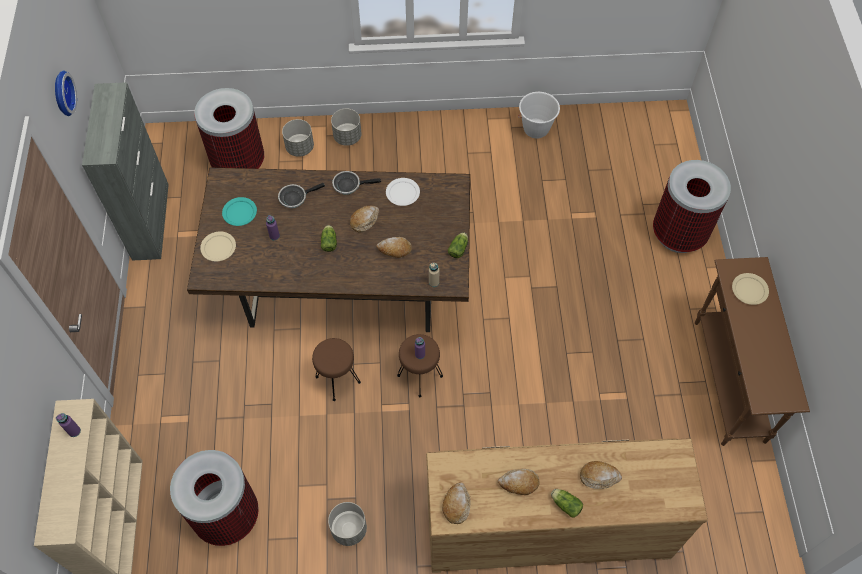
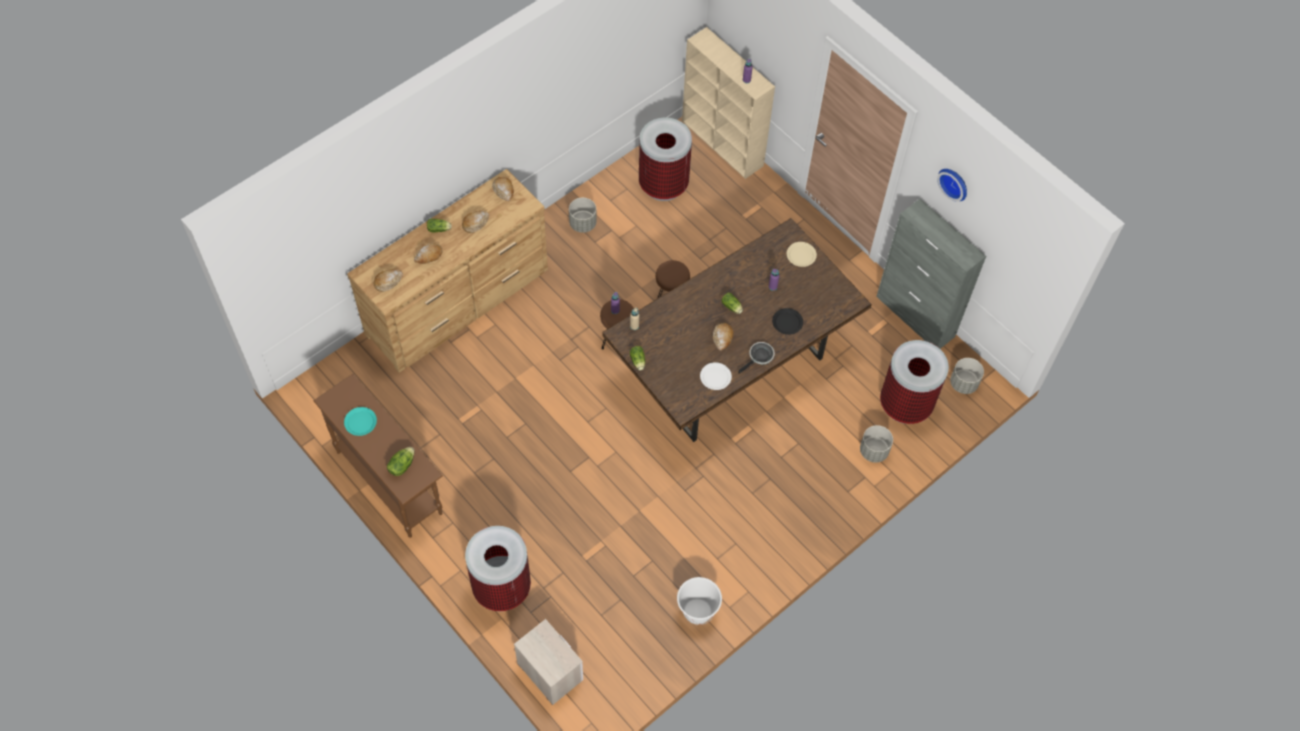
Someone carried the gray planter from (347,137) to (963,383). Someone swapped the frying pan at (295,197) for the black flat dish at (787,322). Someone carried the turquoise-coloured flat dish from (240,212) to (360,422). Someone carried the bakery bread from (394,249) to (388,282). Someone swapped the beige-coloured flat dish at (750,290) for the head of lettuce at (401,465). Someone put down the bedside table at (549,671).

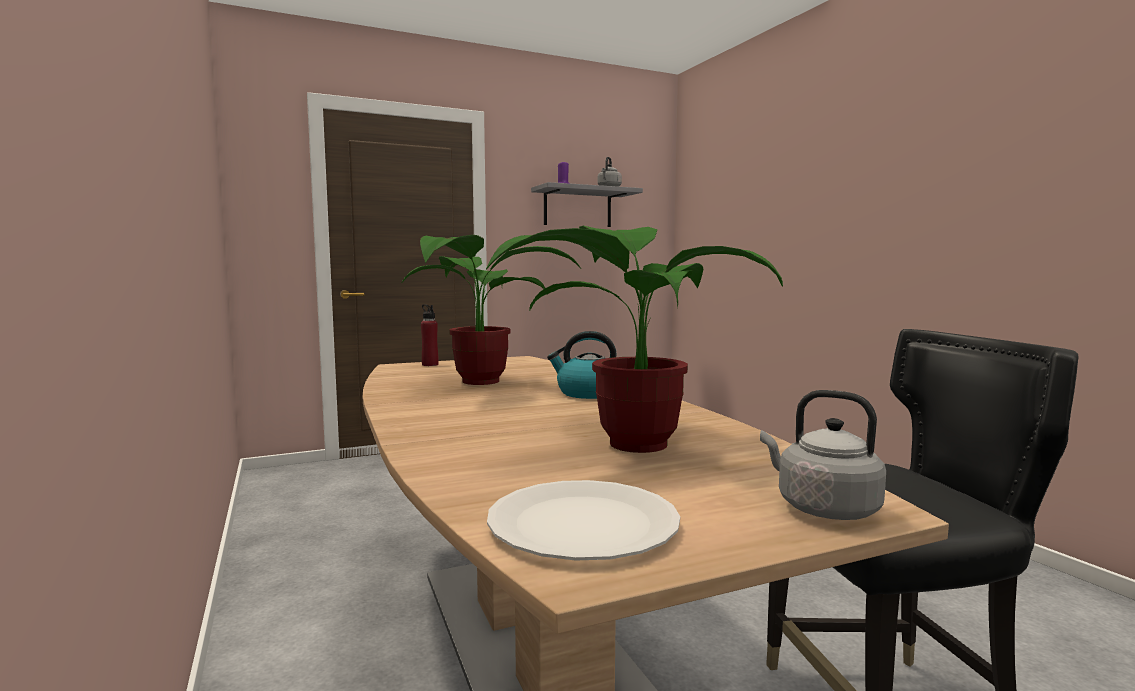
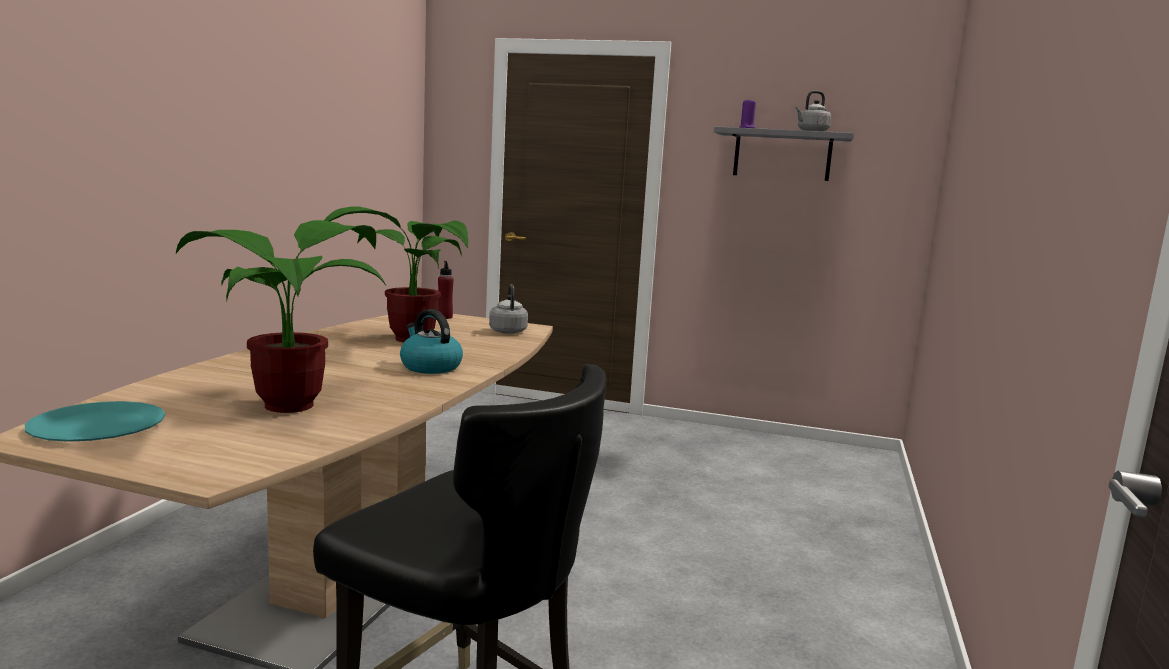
Someone carried the gray tea kettle from (822,508) to (508,331). Someone repainted the whitish flat dish at (583,523), which became the turquoise-coloured flat dish at (97,426).

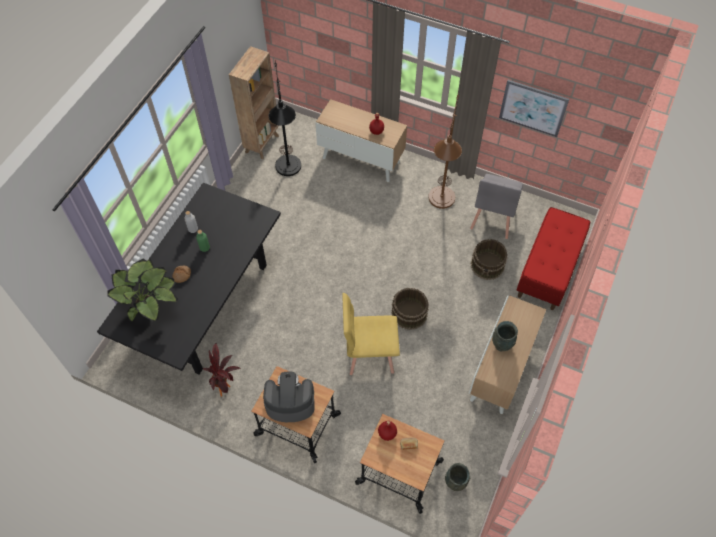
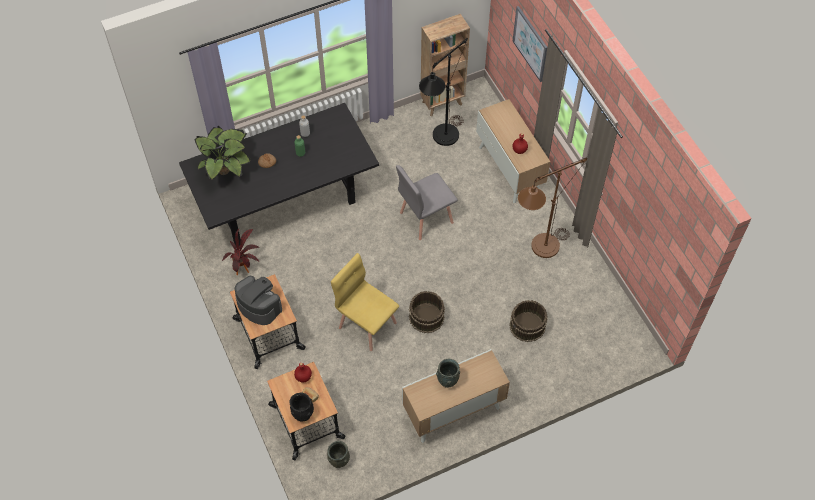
Someone carried the wall picture from (533,108) to (530,43). Someone carried the gray upright chair from (492,219) to (425,217). Someone took away the red indoor bench at (548,270). Someone put down the black vase at (303,414).

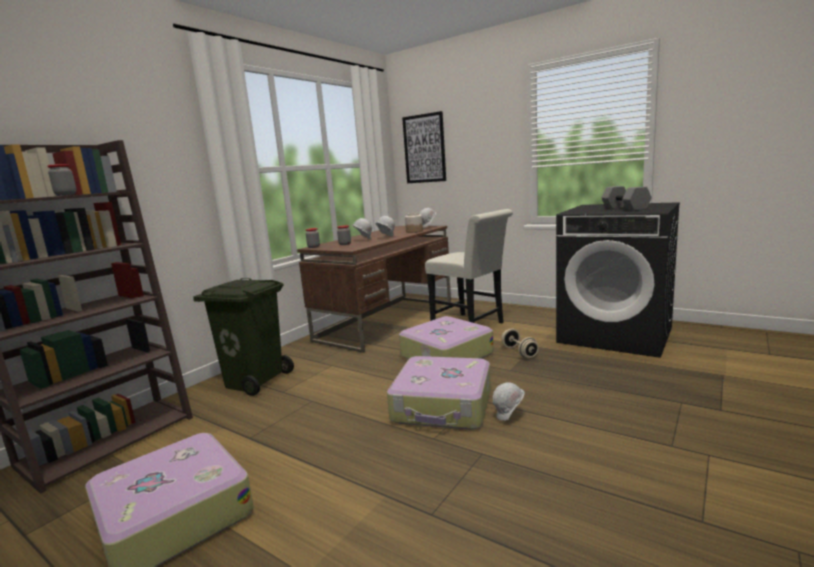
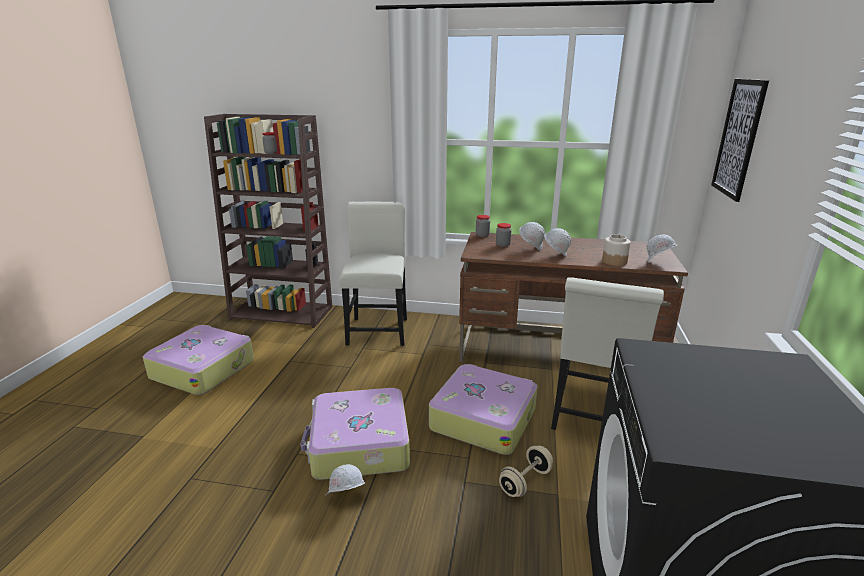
Someone took away the gray hand weight at (626,208). Someone swapped the green-coloured trash can at (255,380) for the whitish upright chair at (378,328).

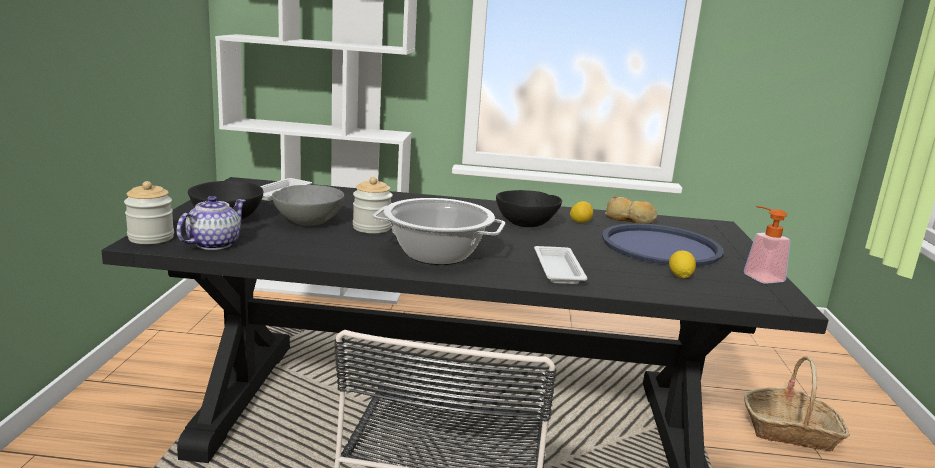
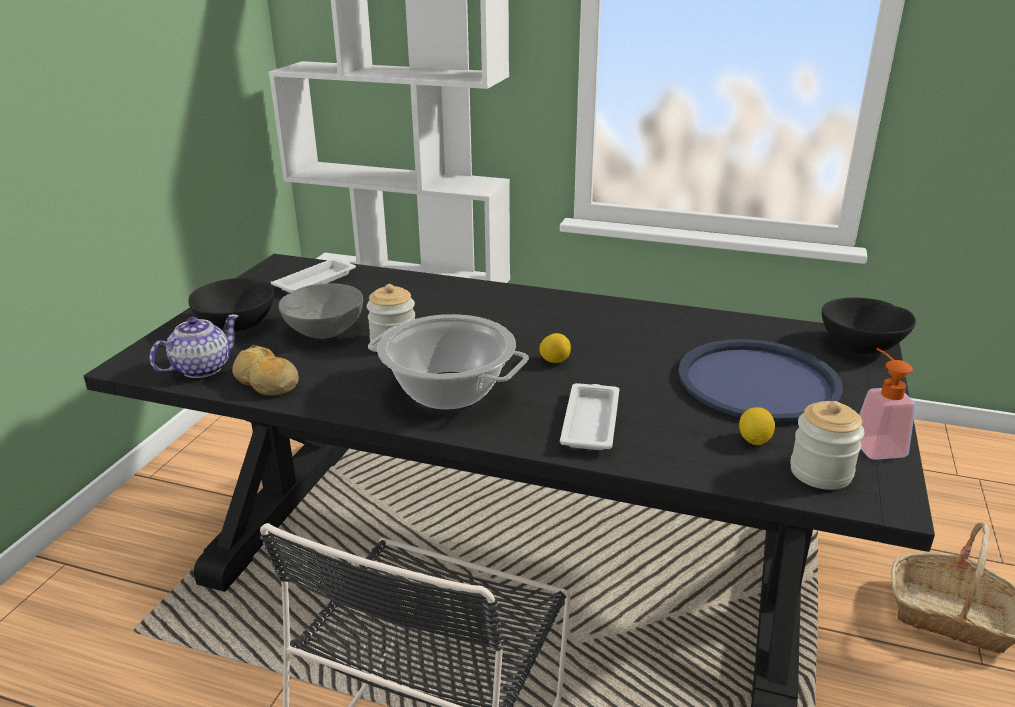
Someone carried the storage jar from (151,238) to (820,472). Someone carried the black deep dish from (526,223) to (861,346). Someone carried the bakery bread from (630,219) to (267,382). Someone carried the citrus fruit from (580,222) to (554,361).

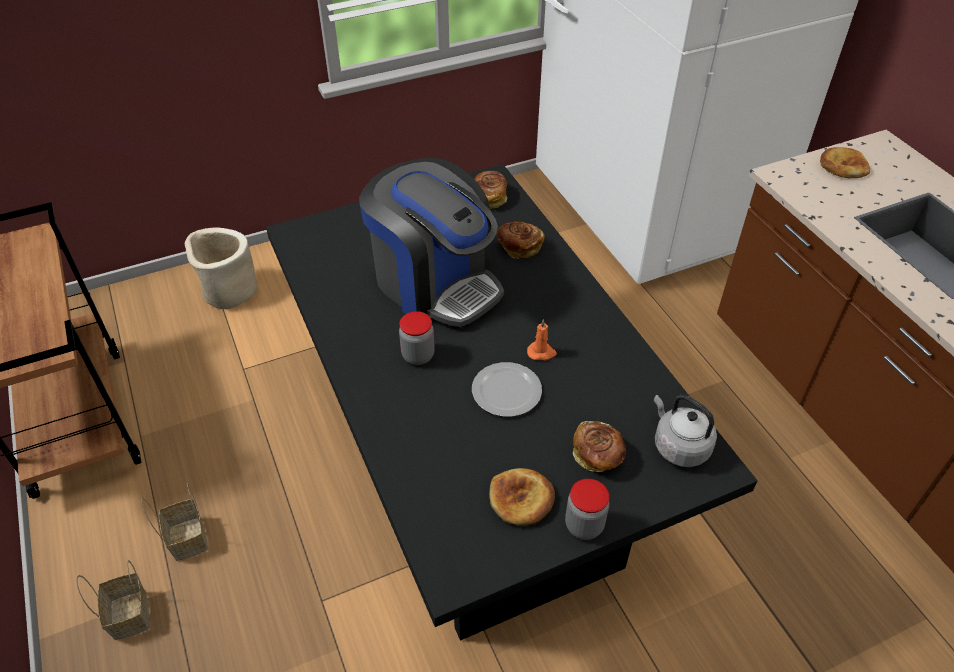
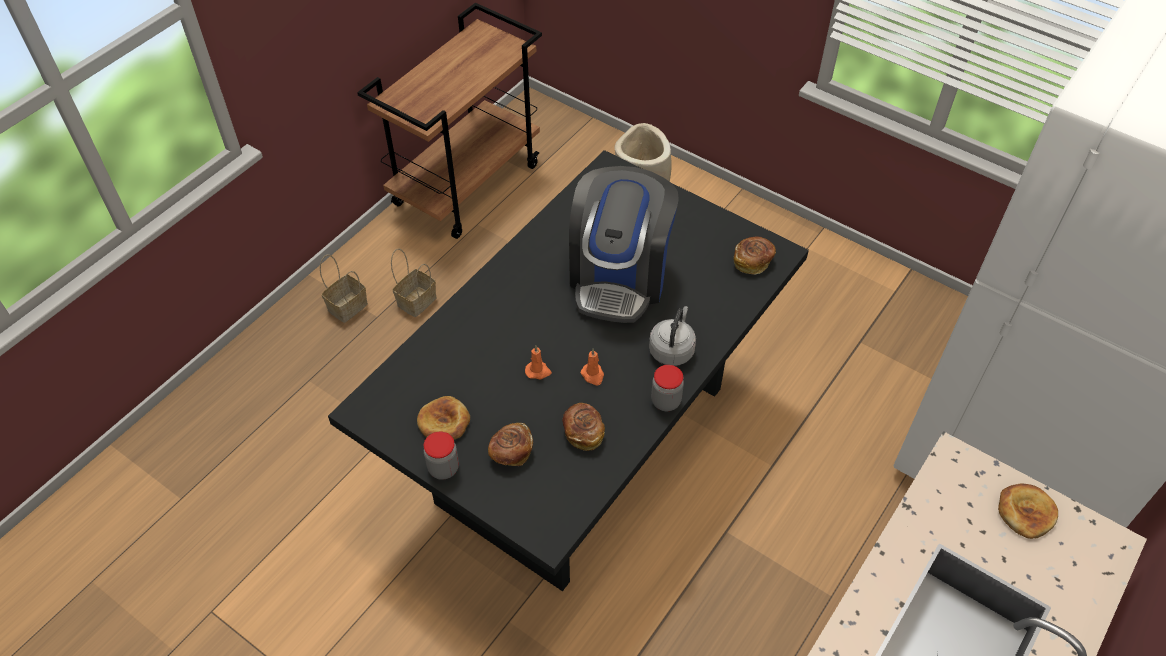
Someone carried the bakery bread from (519,247) to (583,432). Someone carried the storage jar from (418,355) to (666,401). Someone swapped the flat dish at (508,391) for the orange wax candle at (538,371). Someone carried the gray tea kettle from (678,446) to (672,349).

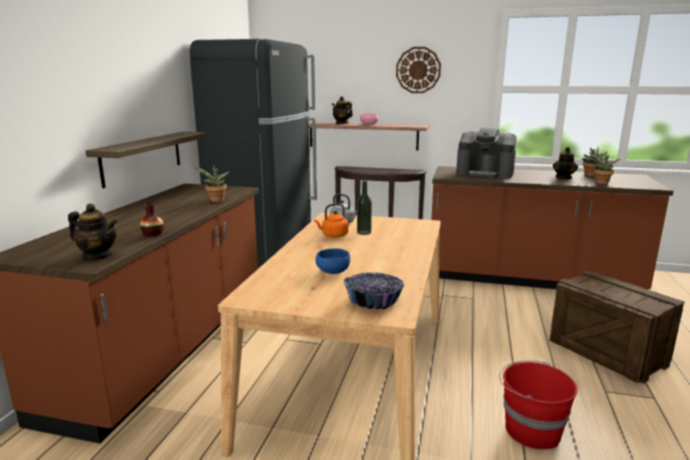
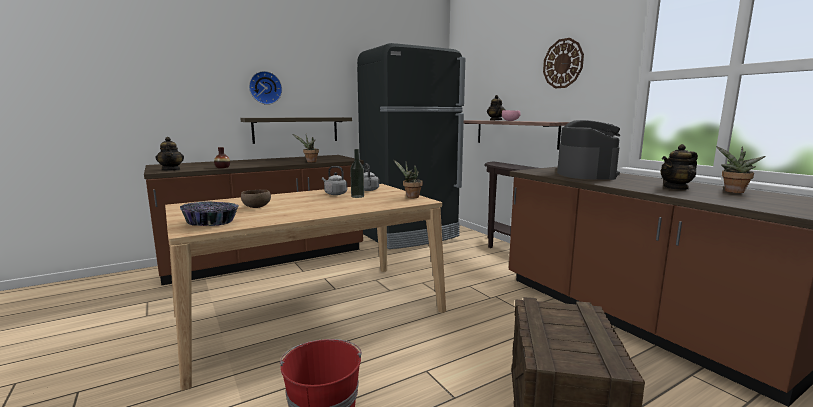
Someone rotated the coffee brewer at (485,173) by 150 degrees counterclockwise. Someone carried the potted plant from (600,184) to (410,197). Someone repainted the orange tea kettle at (333,235), which became the gray tea kettle at (334,194). Someone repainted the blue deep dish at (332,272), which became the brown deep dish at (256,207). Someone put up the wall clock at (265,88).

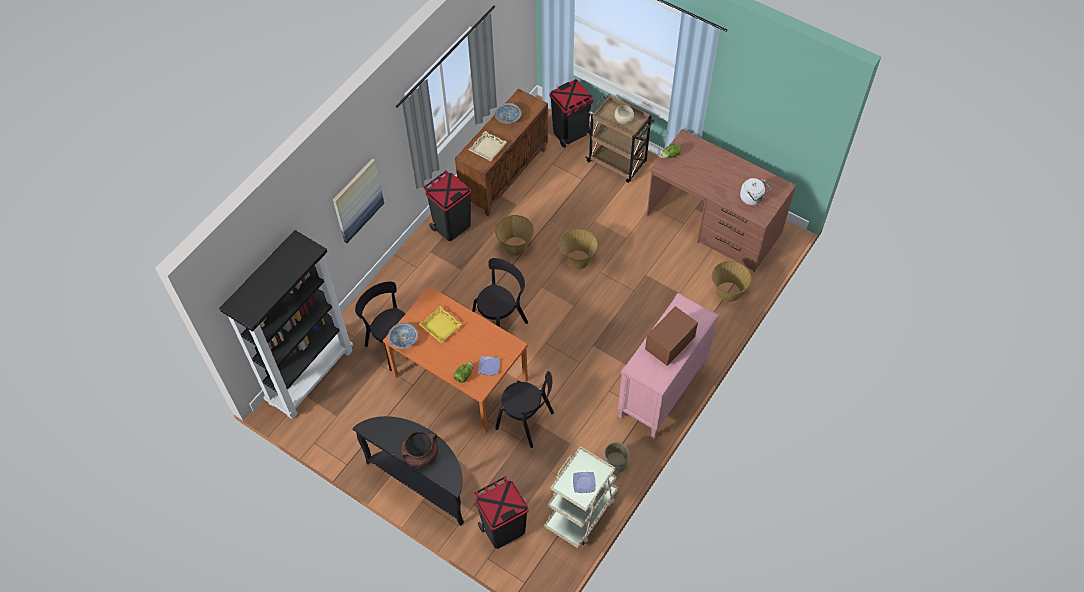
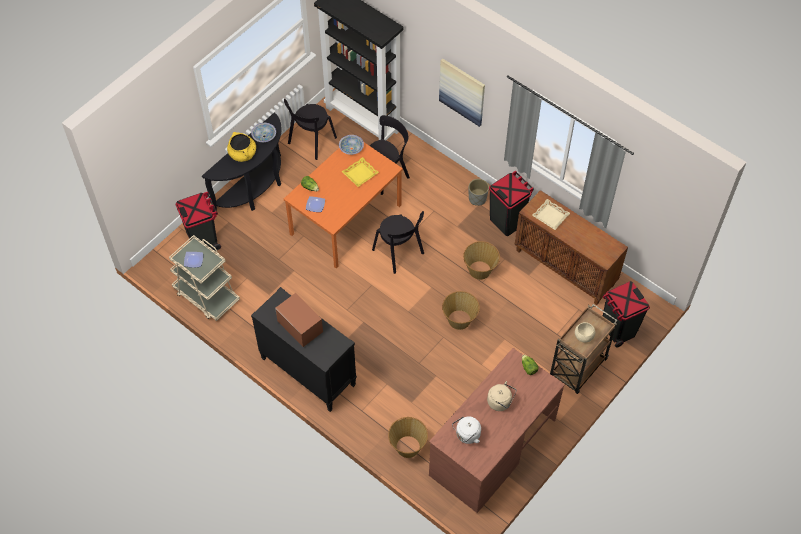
Someone carried the deep dish from (508,117) to (264,136). Someone repainted the pinkish drawer chest at (662,391), which became the black drawer chest at (307,372). Someone carried the black upright chair from (527,422) to (310,142). Someone repainted the brown saucepot at (421,454), which became the yellow saucepot at (243,154). Someone carried the gray planter from (615,464) to (477,198). Someone put down the beige-coloured tea kettle at (500,402).

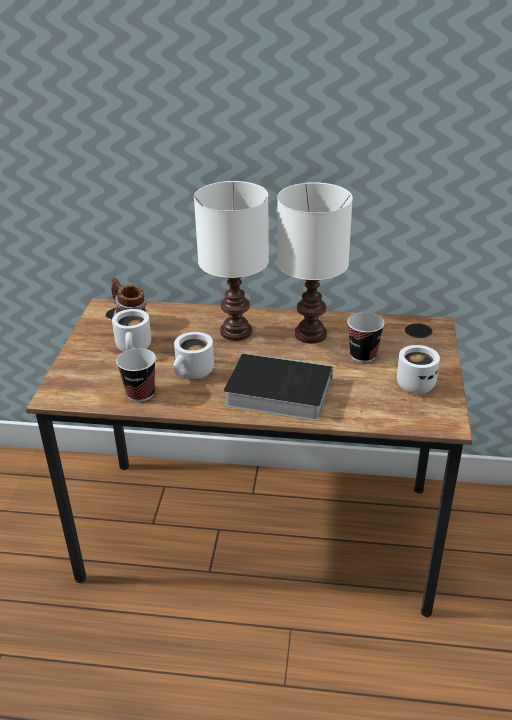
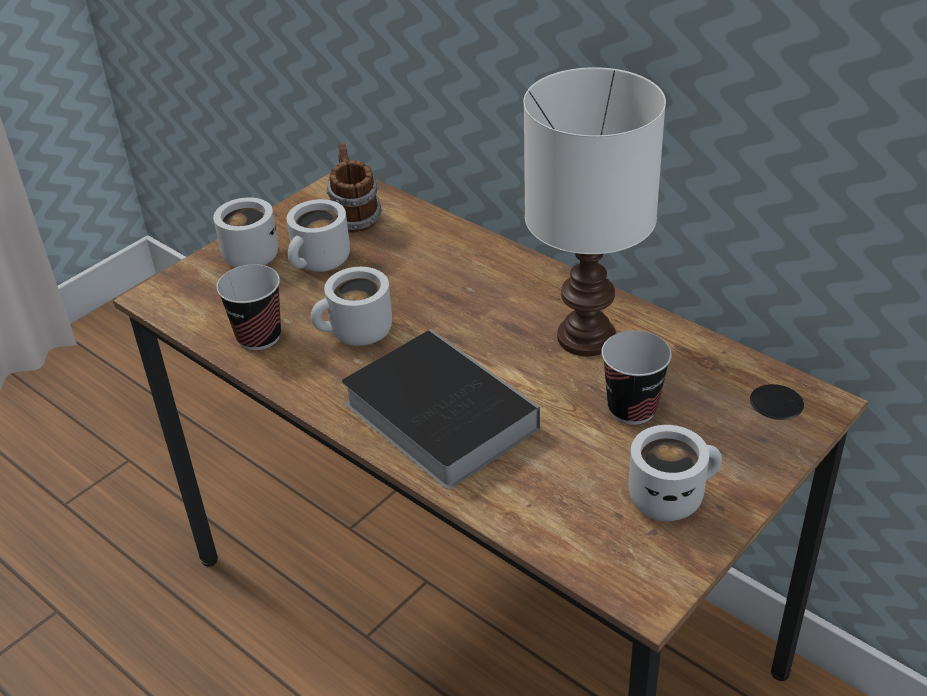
Someone took away the whitish lamp for a table at (237,332). Someone put down the whitish tea mug at (246,255).

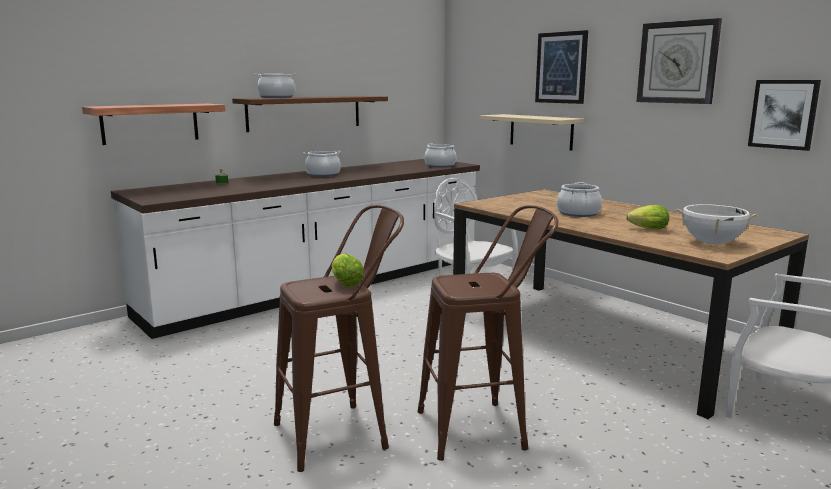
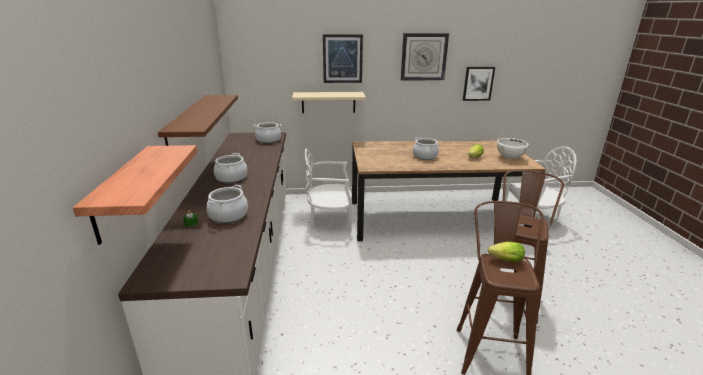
Someone carried the saucepot from (277,97) to (229,215).

